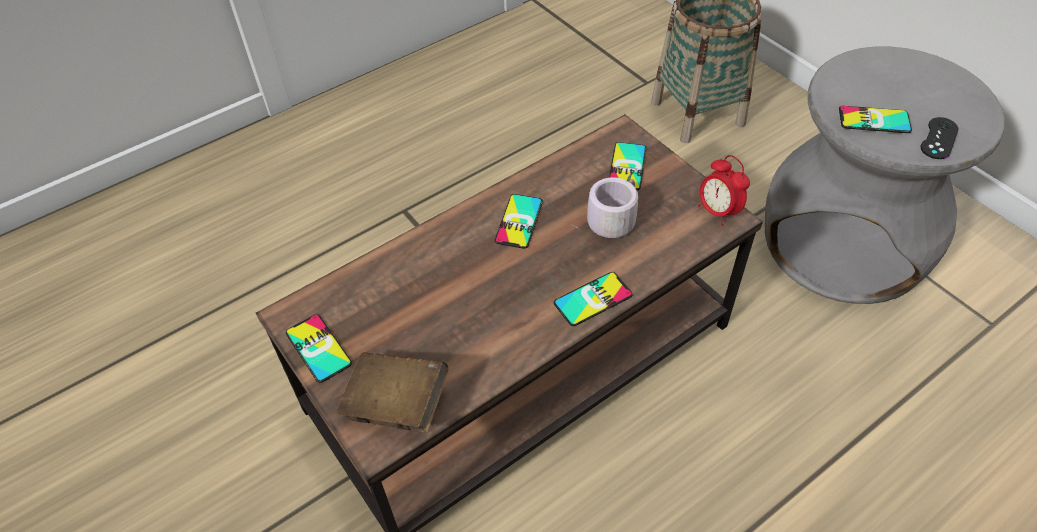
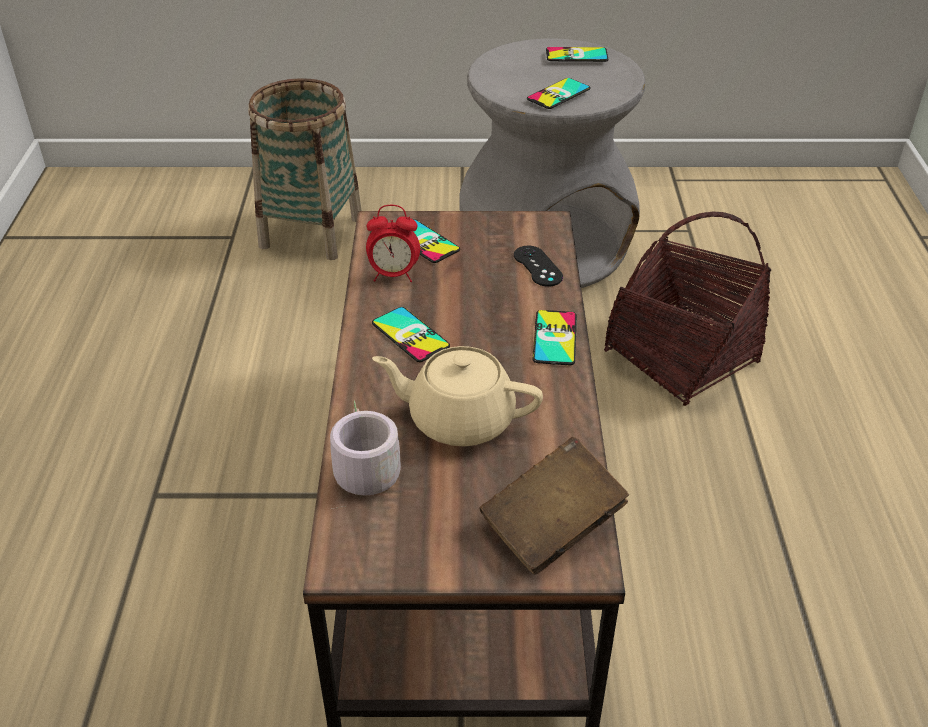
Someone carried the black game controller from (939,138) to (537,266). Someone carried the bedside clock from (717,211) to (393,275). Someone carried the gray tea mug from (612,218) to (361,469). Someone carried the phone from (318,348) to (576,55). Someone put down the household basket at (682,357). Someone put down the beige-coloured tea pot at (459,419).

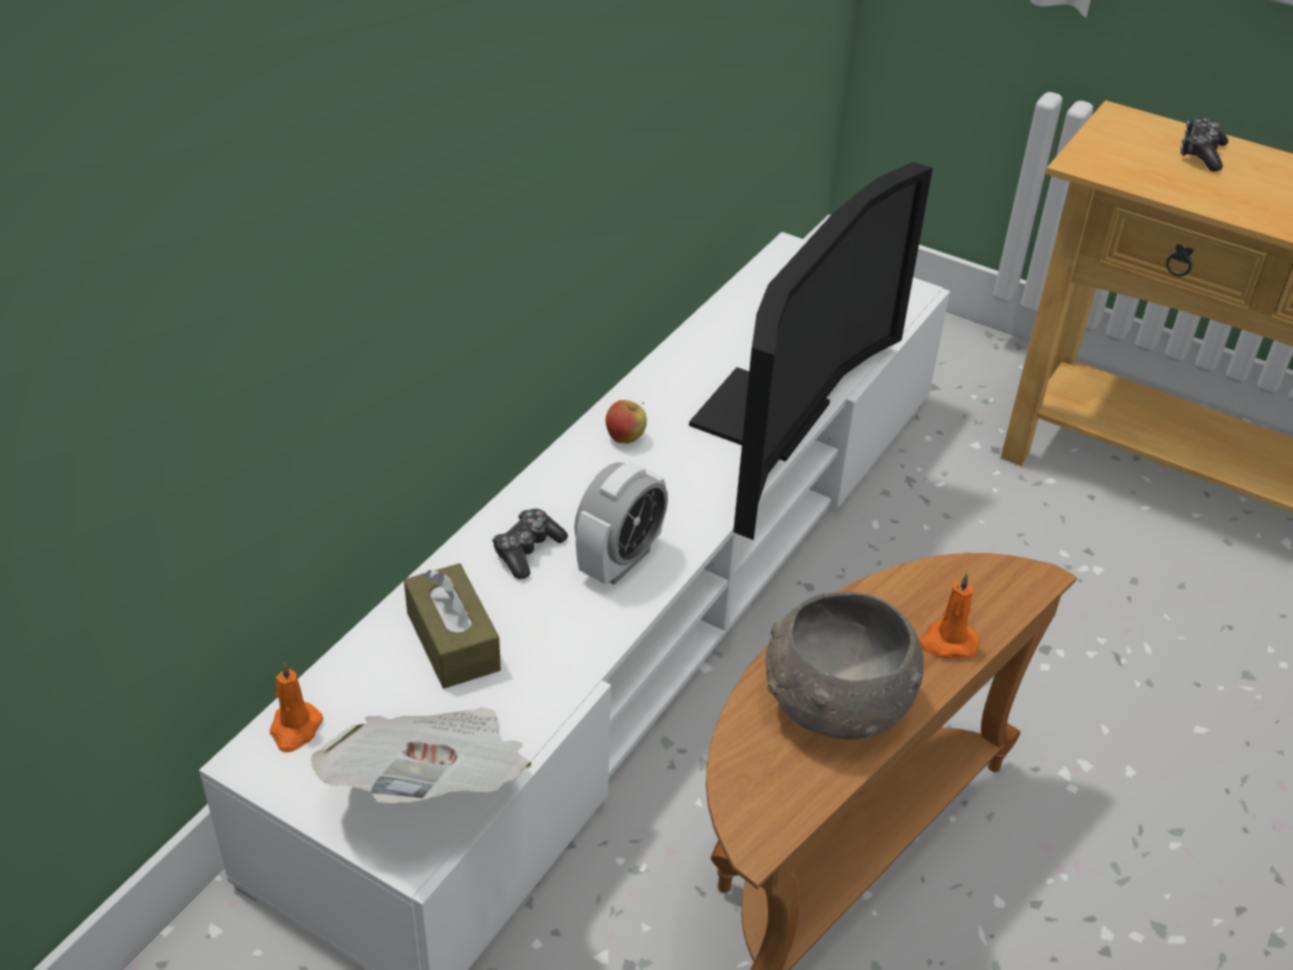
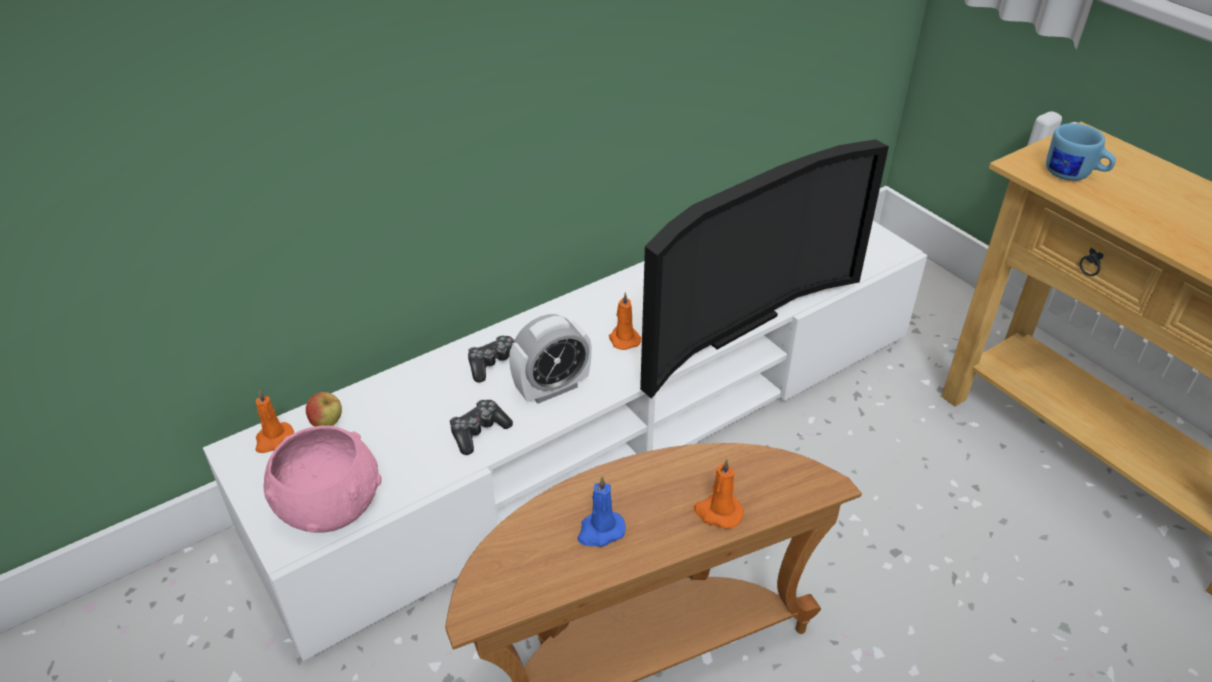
Someone carried the game controller from (1201,153) to (479,432). Someone carried the whole apple from (625,438) to (327,424). Someone took away the brown box of tissues at (453,641). Someone swapped the gray deep dish at (835,703) for the blue wax candle at (600,531). Someone swapped the printed paper at (432,787) for the pinkish deep dish at (329,504). Someone put down the blue tea mug at (1073,176). Someone put down the orange wax candle at (623,339).

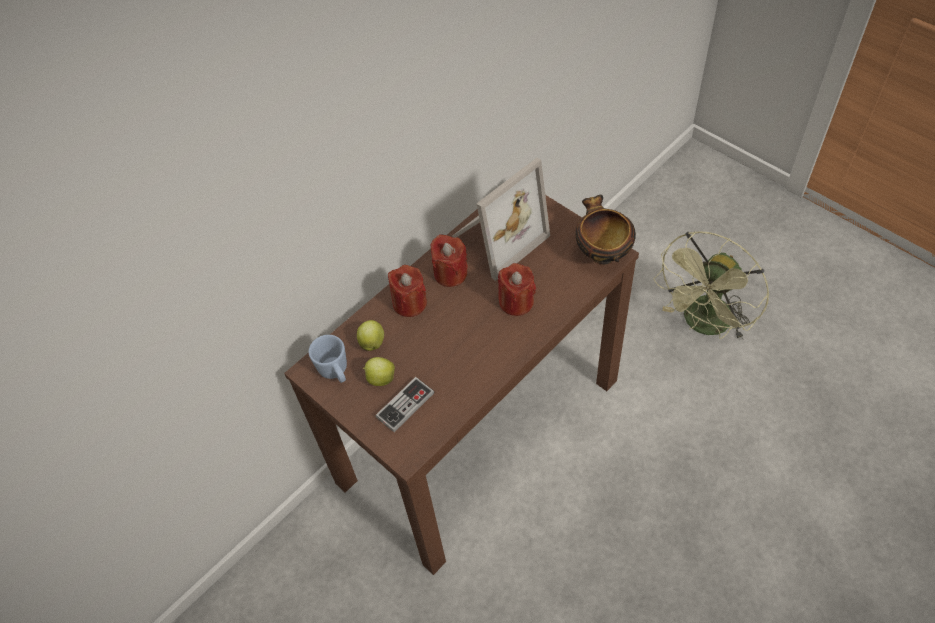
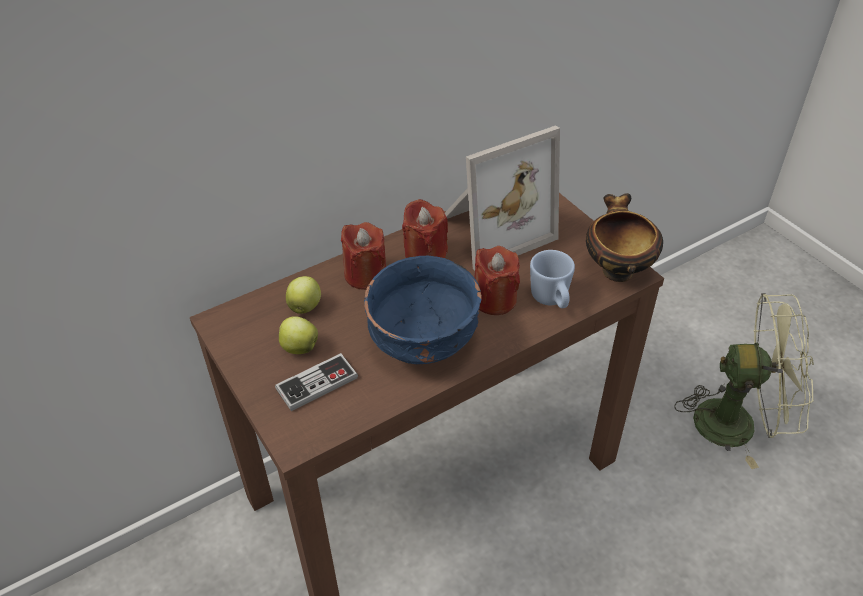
Someone rotated the green-coloured fan at (704,325) by 135 degrees counterclockwise. Someone carried the blue tea mug from (335,372) to (551,300). Someone put down the blue deep dish at (425,344).

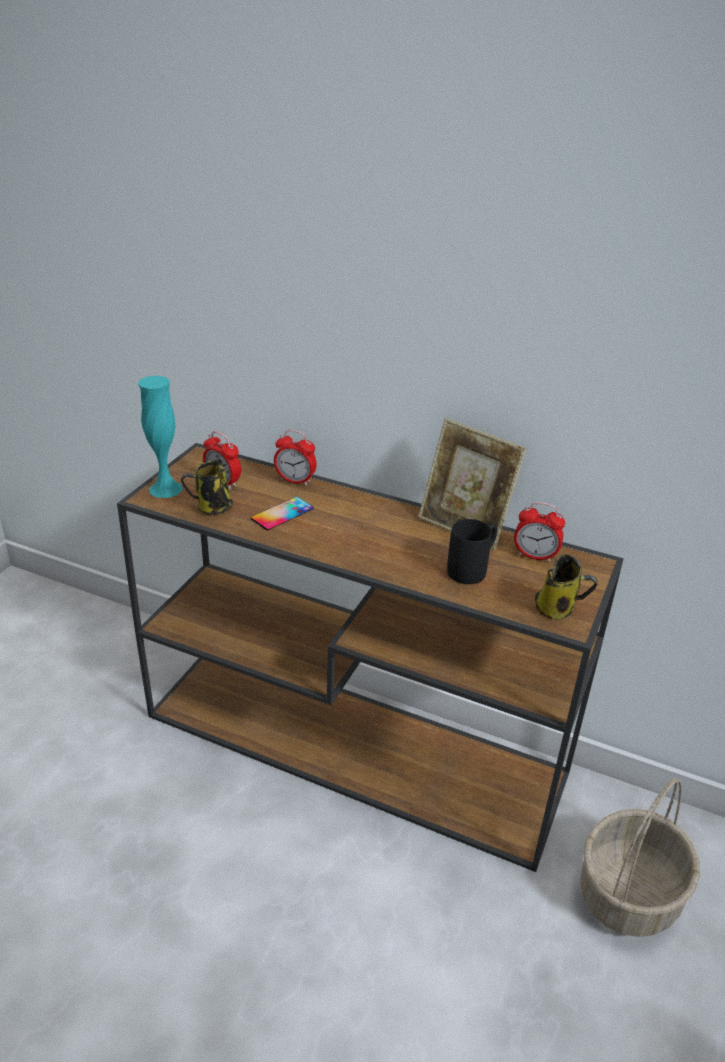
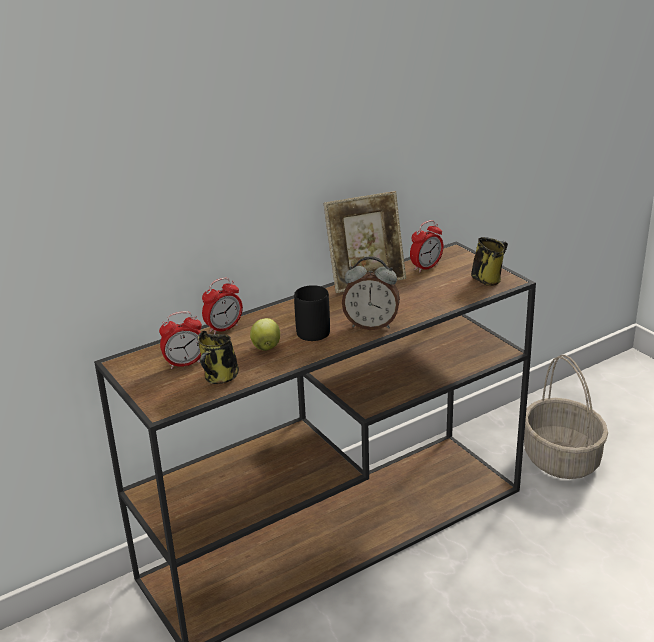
Someone took away the turquoise-coloured vase at (165,489). Someone swapped the phone at (282,513) for the whole apple at (266,347). Someone carried the black tea mug from (472,569) to (311,328). Someone put down the bedside clock at (371,325).

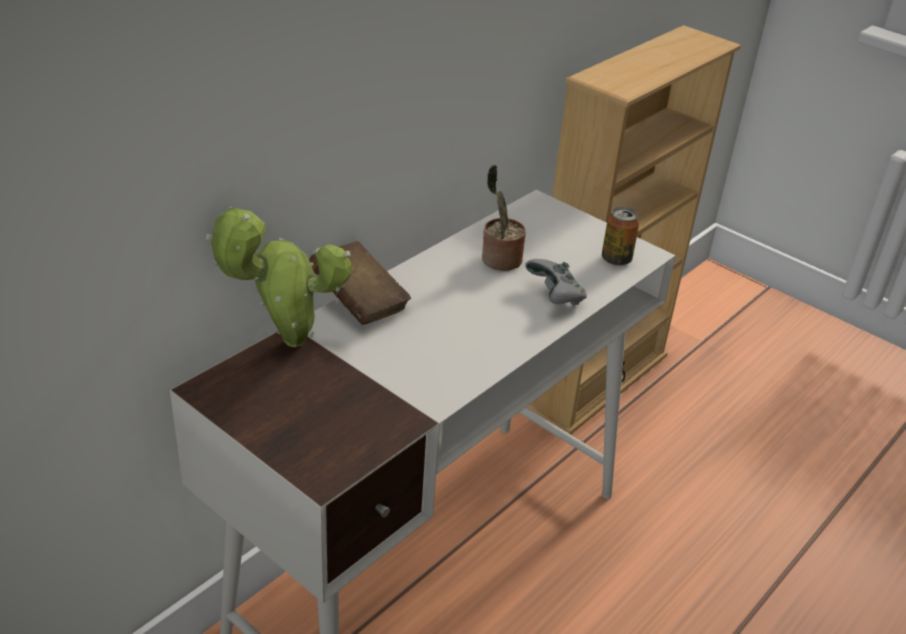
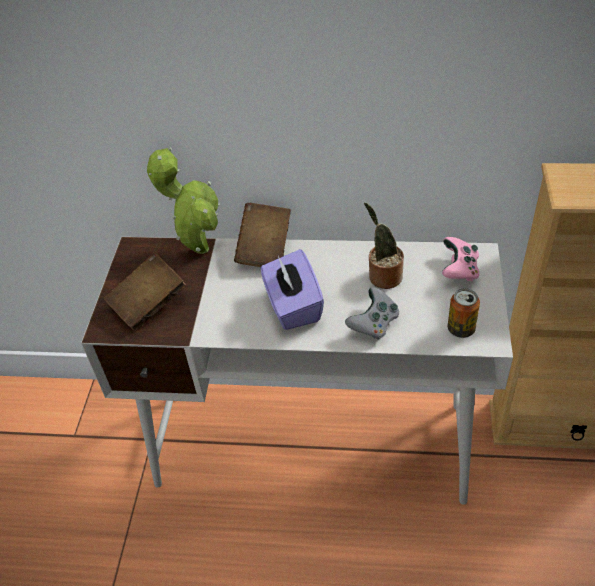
Someone put down the pinkish game controller at (459,270). Someone put down the purple-coloured box of tissues at (292,306). Someone put down the brown volume at (148,304).

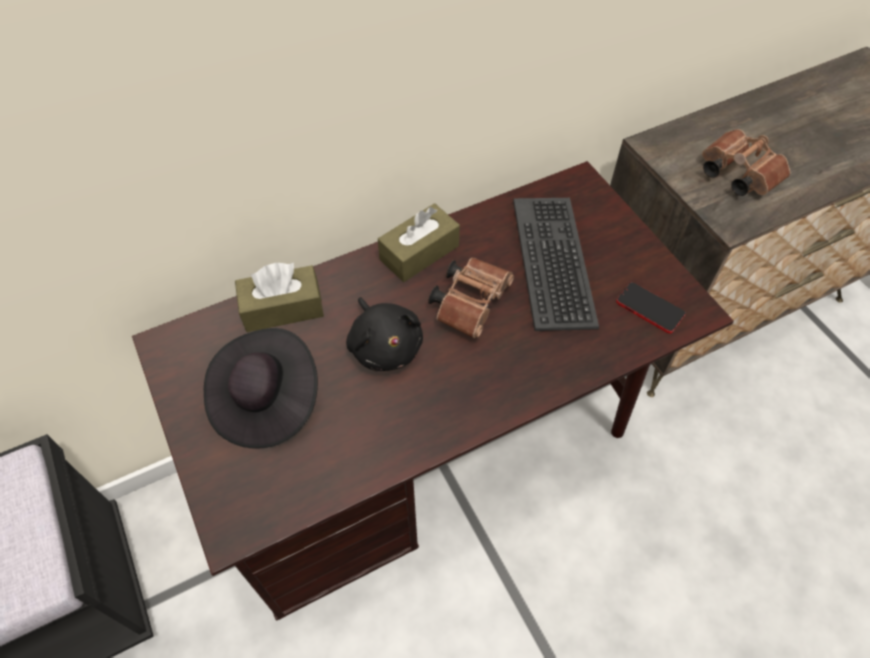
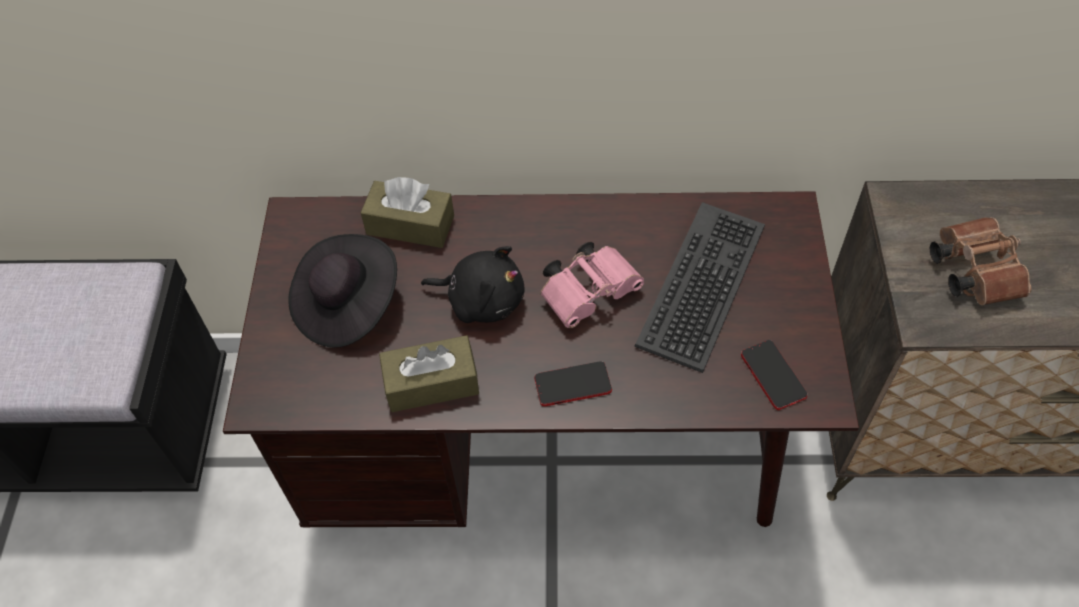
Someone carried the brown box of tissues from (419,252) to (431,383). Someone repainted the brown field glasses at (471,302), which became the pinkish field glasses at (591,292). Someone rotated the black plush toy at (385,345) by 75 degrees counterclockwise. Someone put down the phone at (572,384).

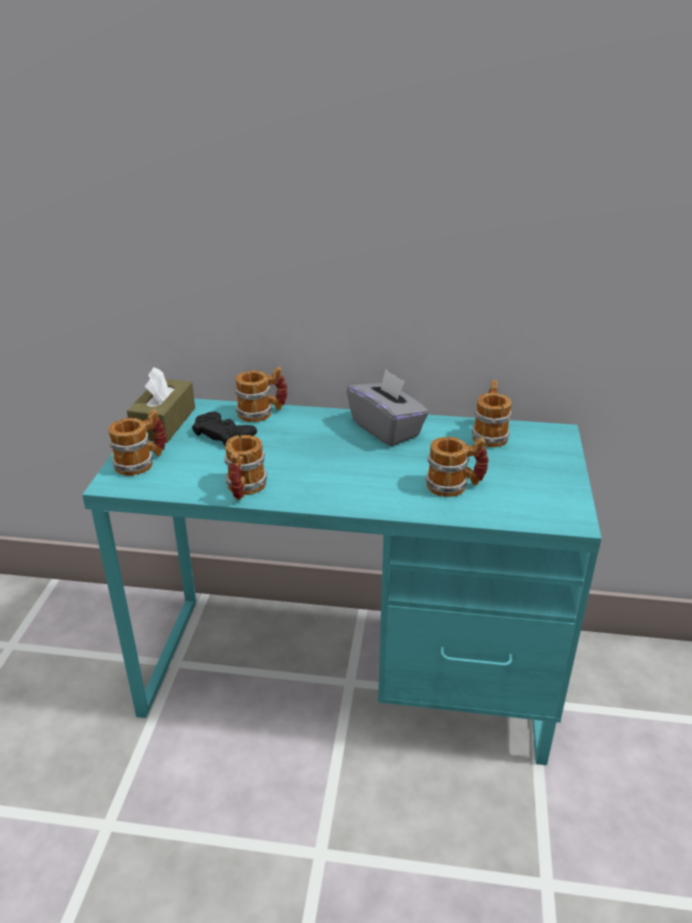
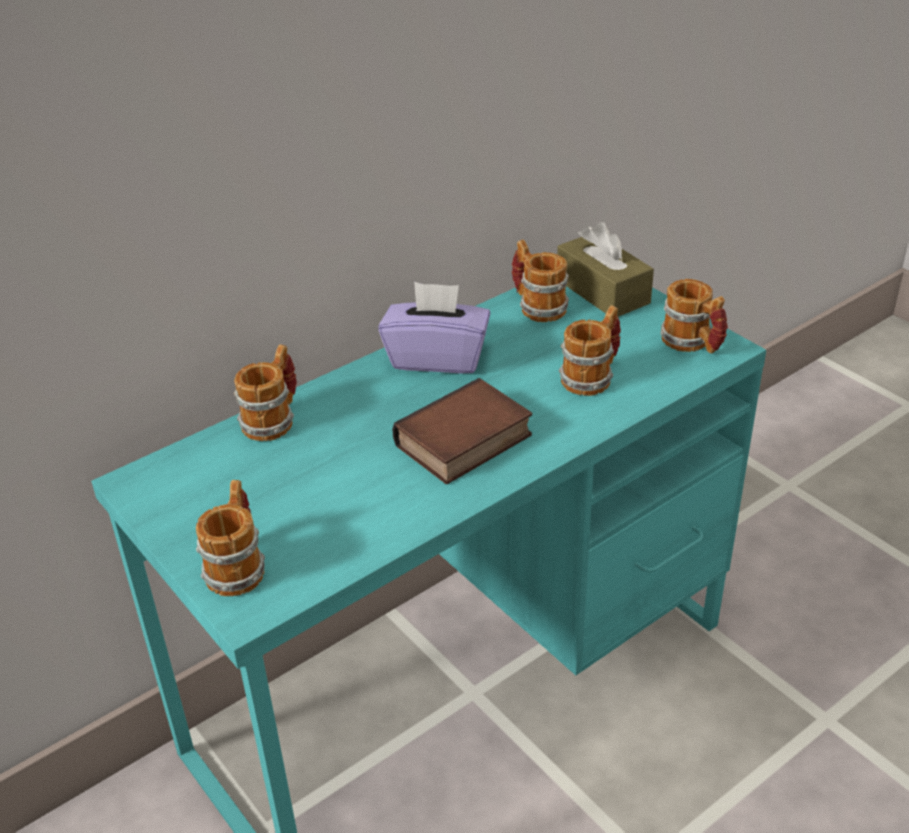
Someone carried the brown box of tissues from (164,423) to (602,291). Someone repainted the gray box of tissues at (386,429), which became the purple-coloured box of tissues at (437,357). Someone took away the black game controller at (223,434). Someone carried the tea mug from (244,489) to (693,344). Someone put down the volume at (464,443).

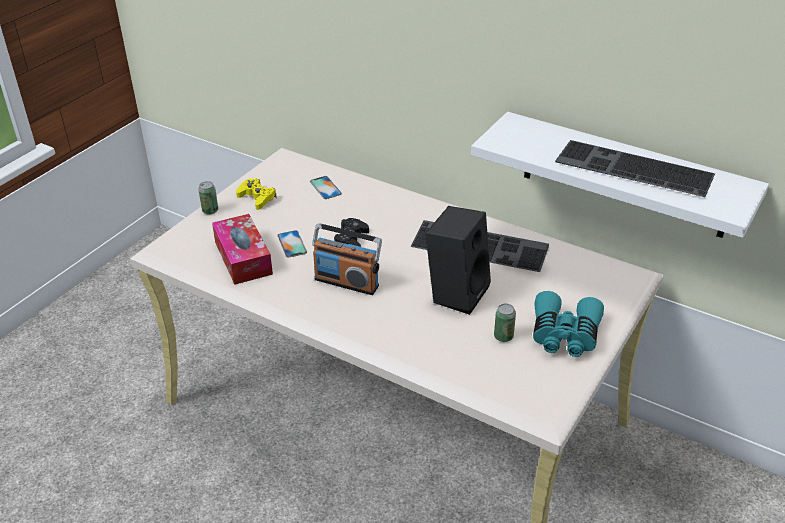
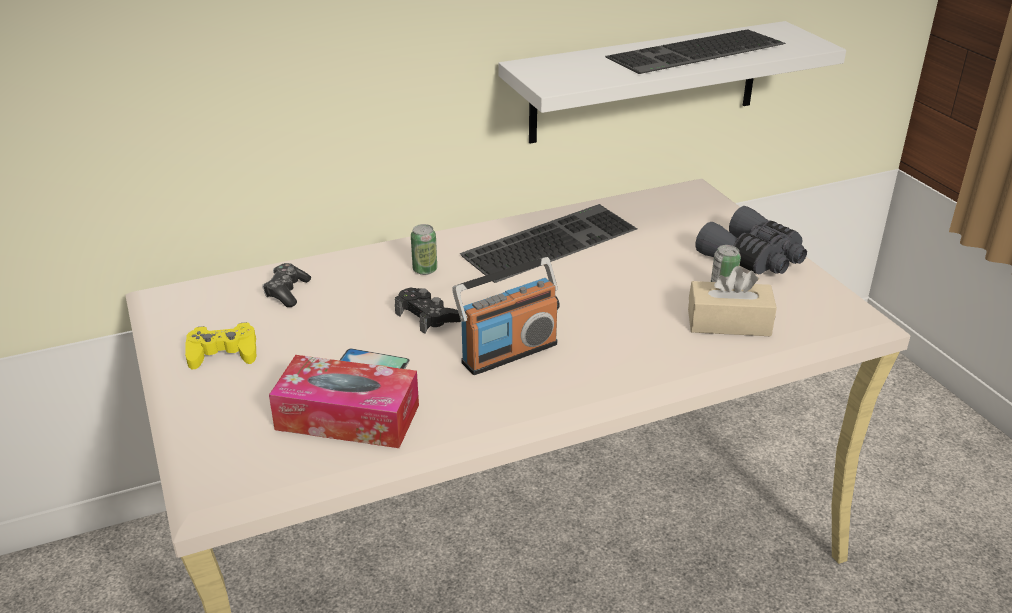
Someone swapped the phone at (325,187) for the game controller at (287,292). Someone carried the sealed can from (210,211) to (425,270). Someone took away the black audio speaker at (456,292). Someone repainted the turquoise-coloured field glasses at (564,335), which became the gray field glasses at (753,258). Someone put down the beige-coloured box of tissues at (728,323).

